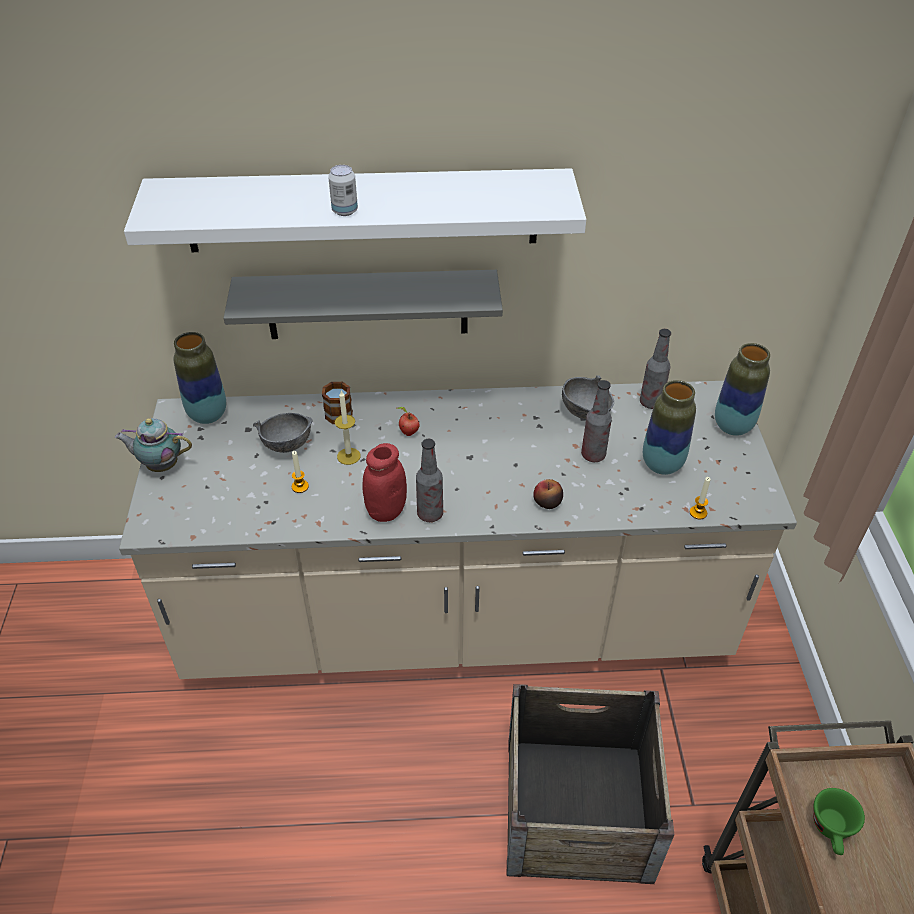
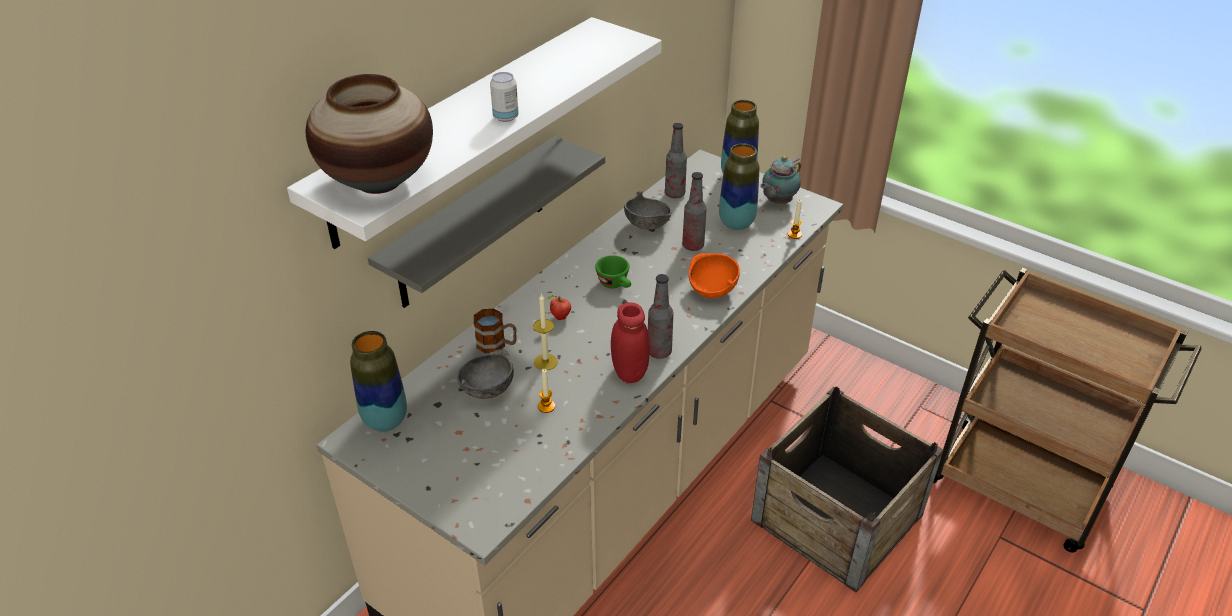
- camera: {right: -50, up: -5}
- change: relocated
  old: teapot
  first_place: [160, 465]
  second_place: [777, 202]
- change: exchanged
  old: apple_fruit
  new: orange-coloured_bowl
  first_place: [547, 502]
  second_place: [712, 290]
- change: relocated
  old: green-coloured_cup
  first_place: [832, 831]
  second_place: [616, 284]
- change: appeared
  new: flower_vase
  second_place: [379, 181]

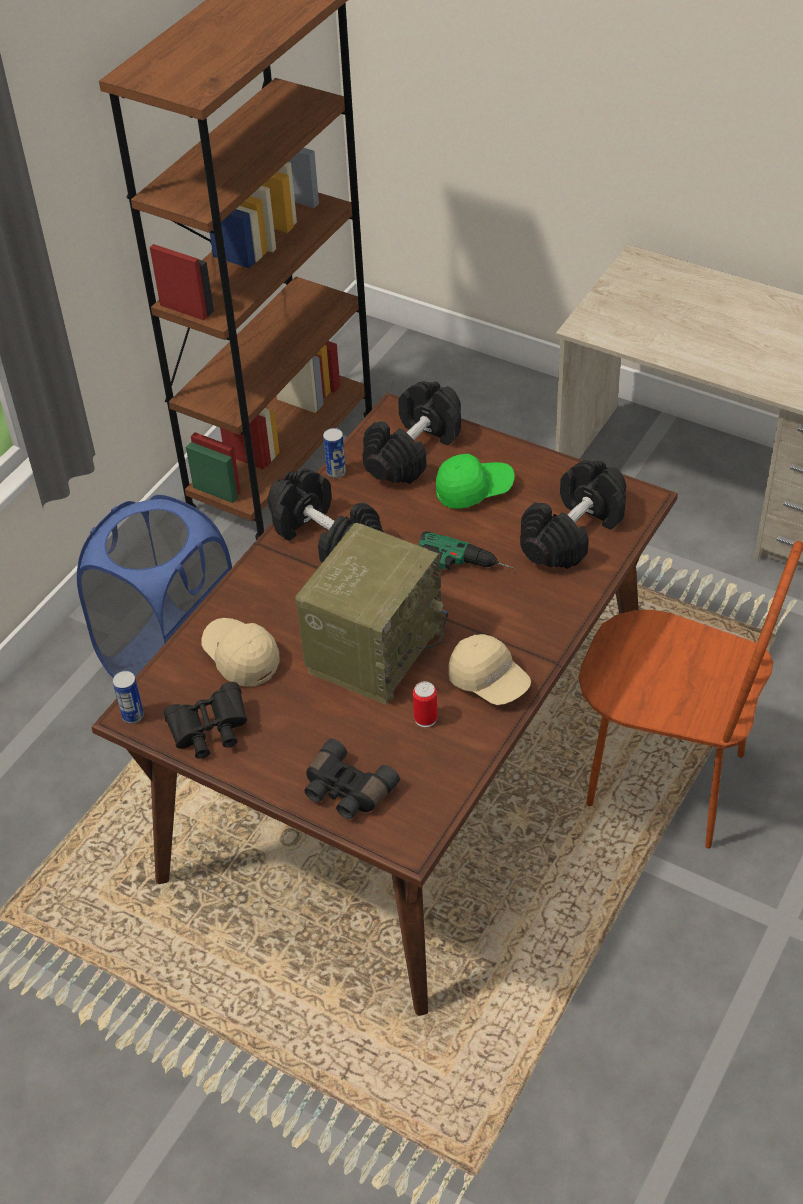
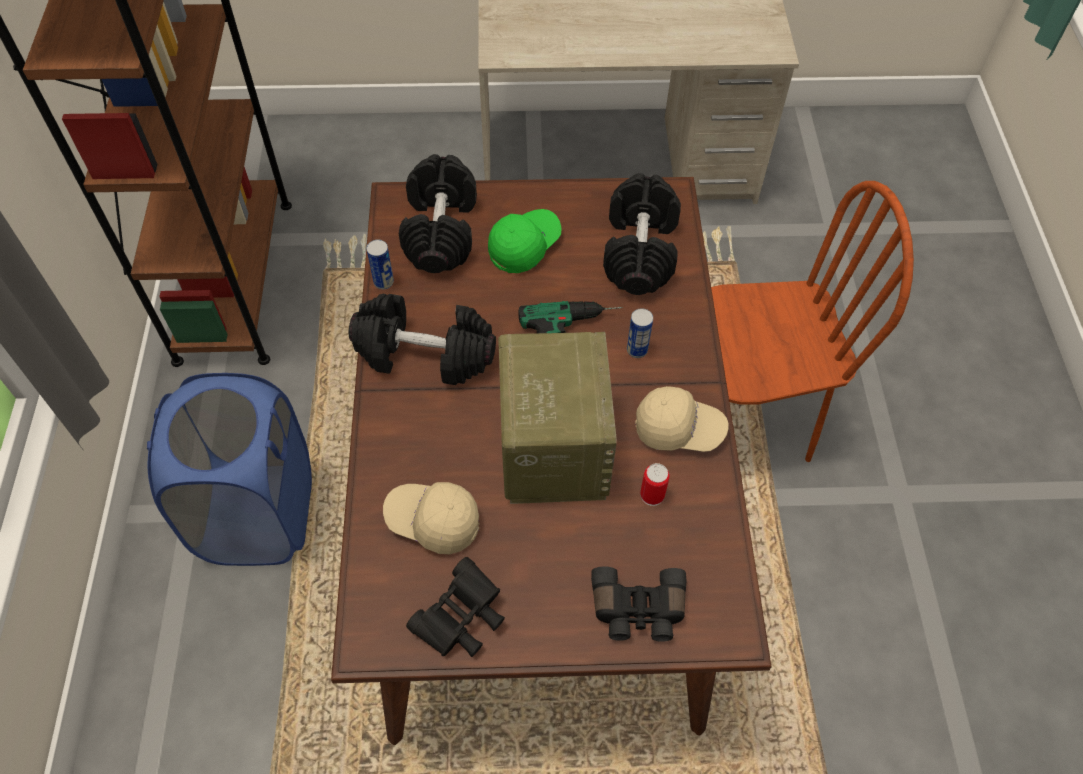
- camera: {right: -35, up: 10}
- change: relocated
  old: sealed_can
  first_place: [133, 716]
  second_place: [637, 350]

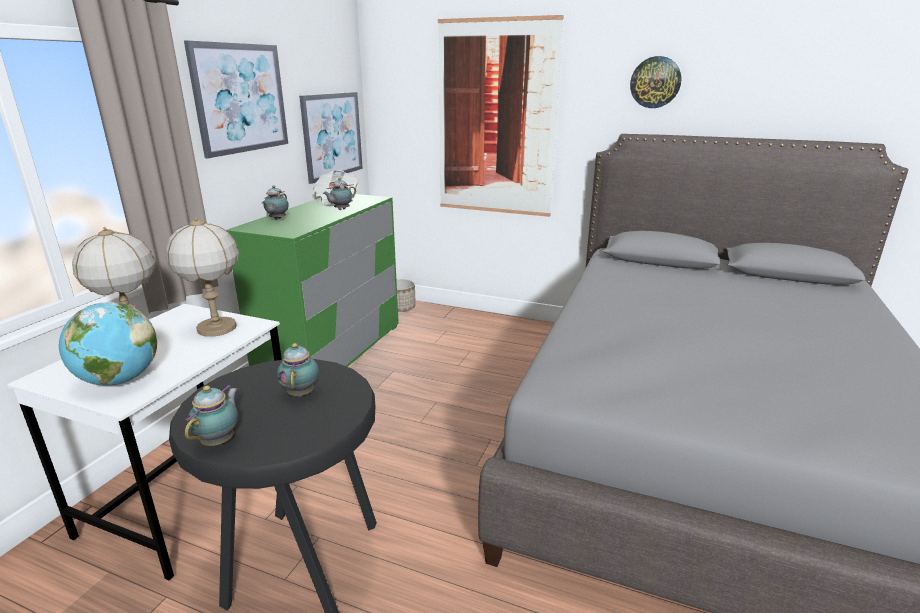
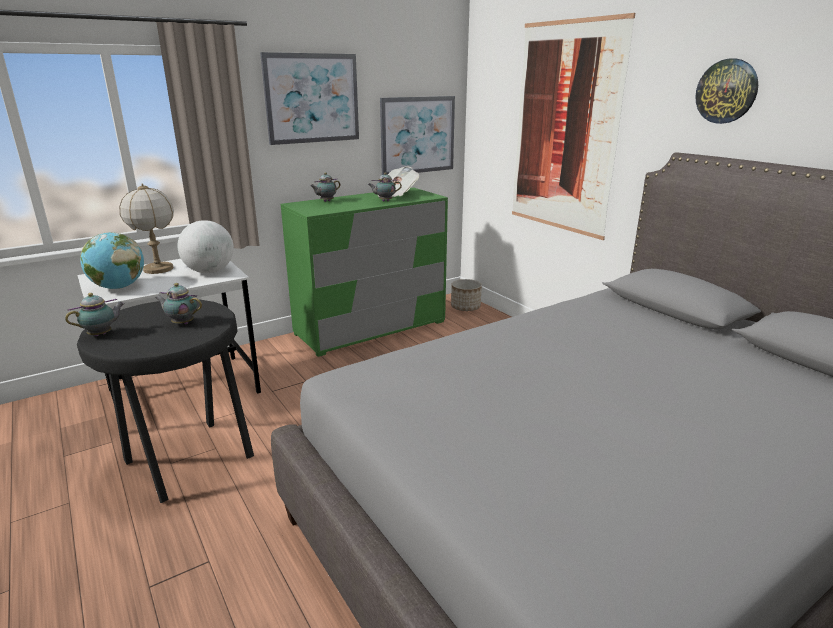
- camera: {right: 35, up: 0}
- change: exchanged
  old: table_lamp
  new: desk_globe
  first_place: [216, 328]
  second_place: [209, 271]
- change: spun
  old: teapot
  first_place: [301, 392]
  second_place: [182, 323]
  degrees: -105

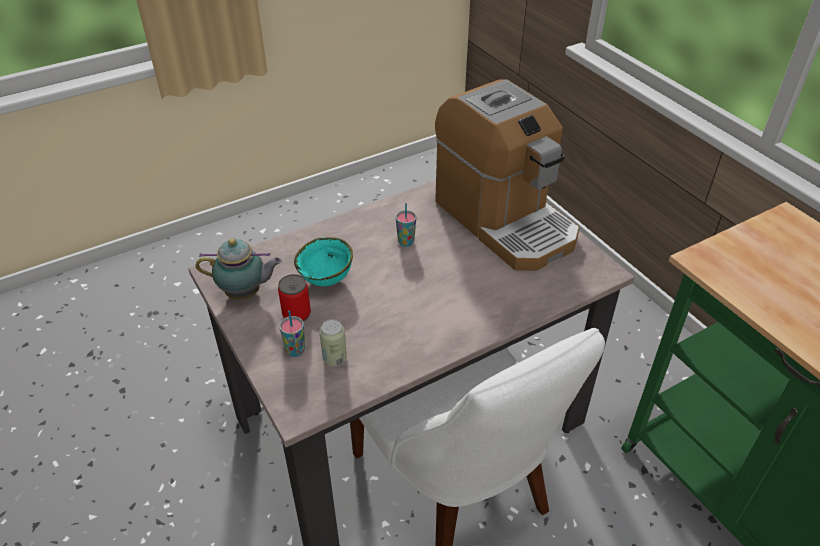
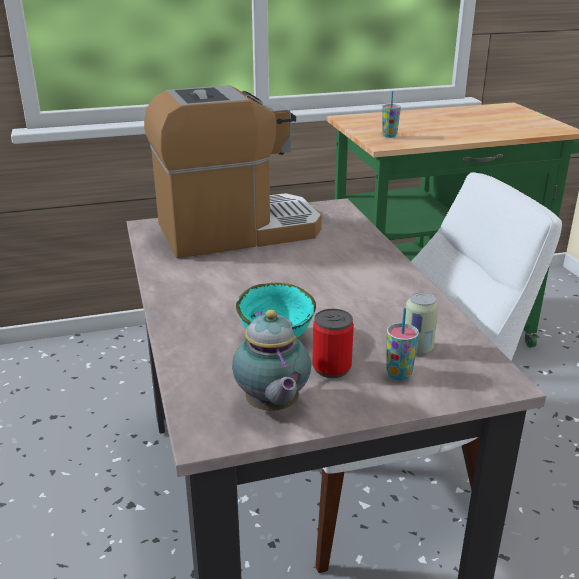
- camera: {right: -75, up: -15}
- change: spun
  old: teapot
  first_place: [246, 294]
  second_place: [272, 407]
  degrees: 150
- change: relocated
  old: cup
  first_place: [406, 242]
  second_place: [389, 136]

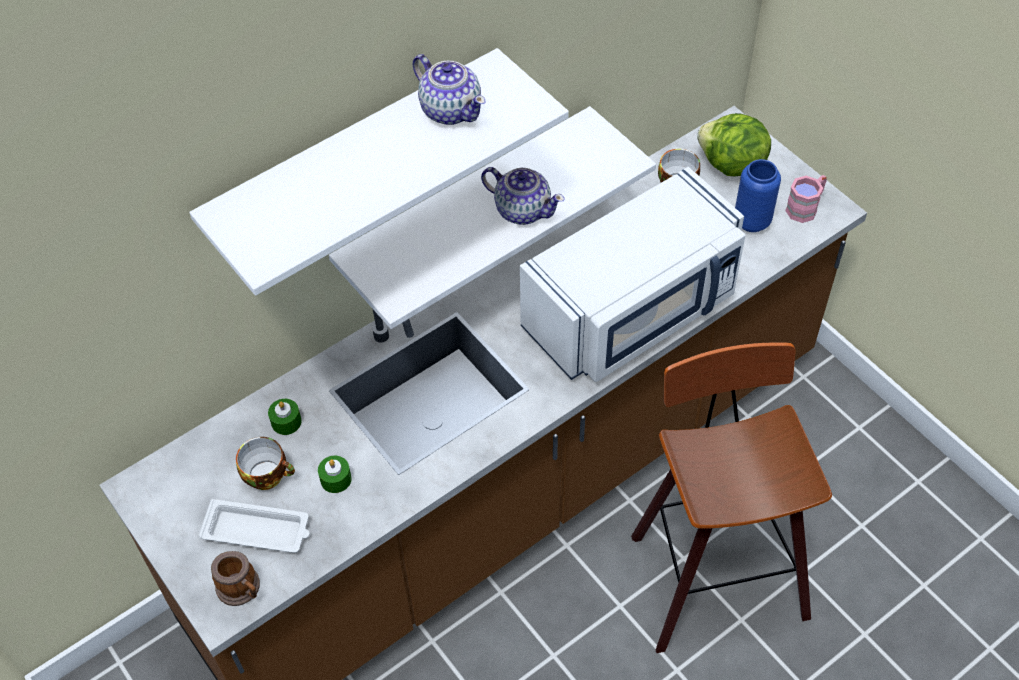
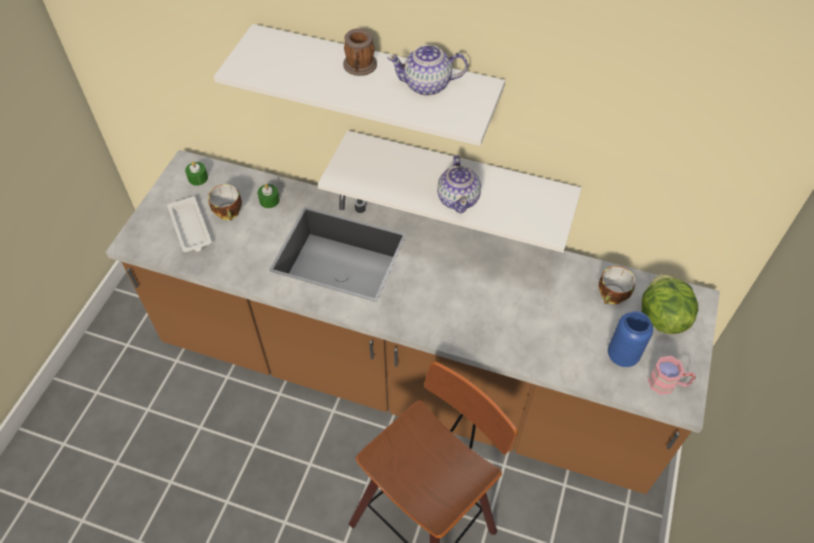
- camera: {right: 55, up: 0}
- change: relocated
  old: coffee_mug
  first_place: [242, 589]
  second_place: [359, 68]
- change: relocated
  old: green-coloured_wax_candle
  first_place: [336, 479]
  second_place: [198, 178]
- change: spun
  old: teapot
  first_place: [450, 109]
  second_place: [427, 85]
  degrees: 75
- change: missing
  old: whitish_microwave
  first_place: [633, 312]

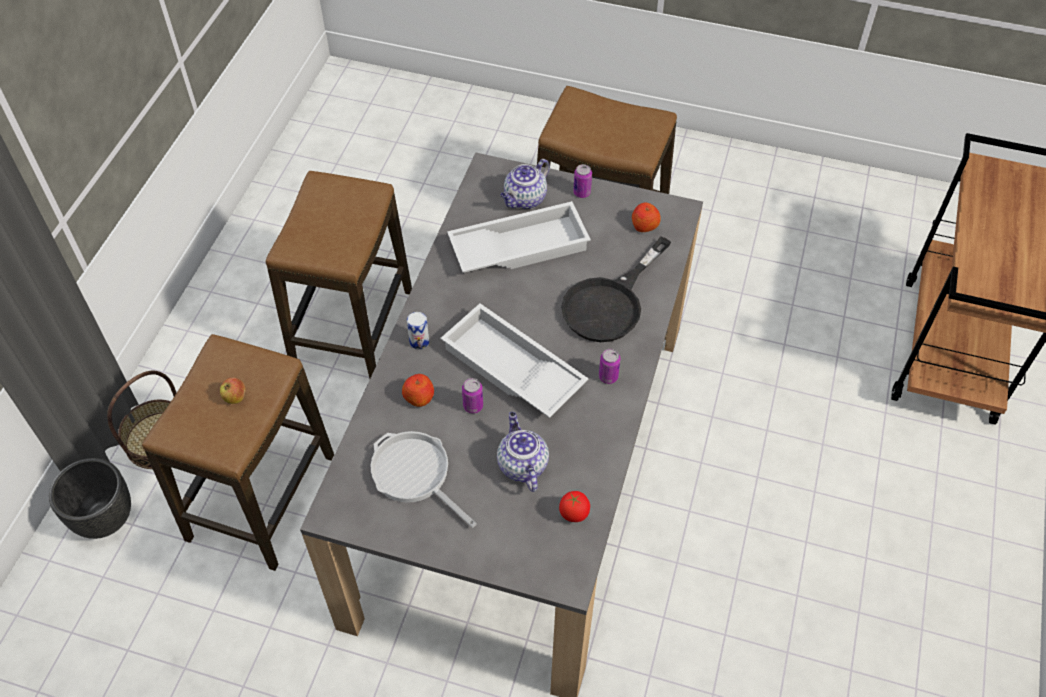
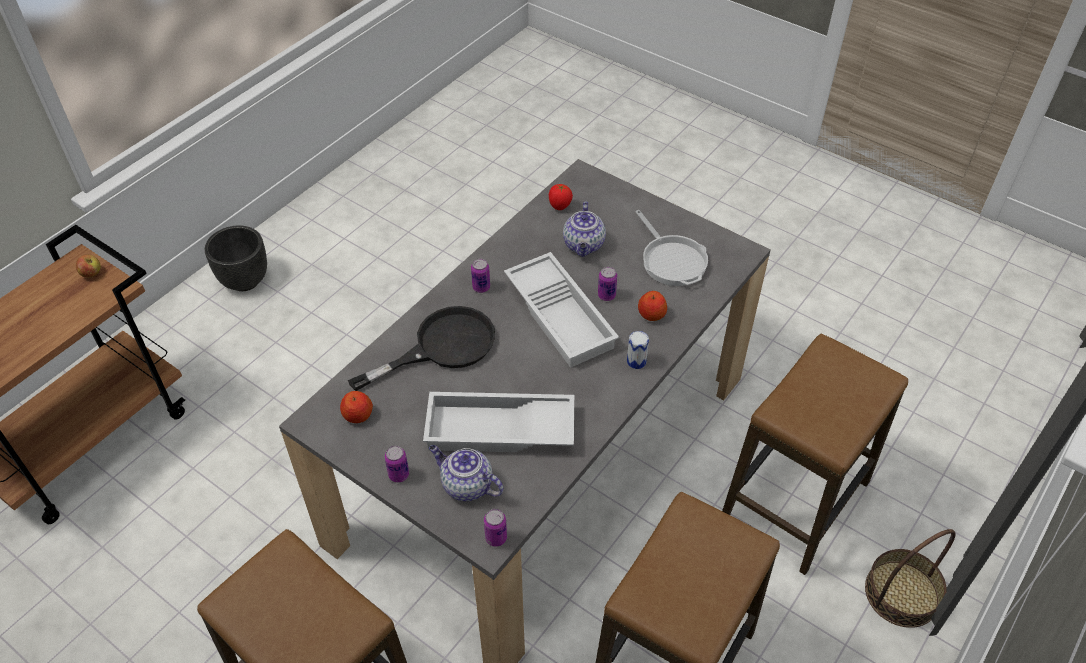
- camera: {right: -160, up: -5}
- change: relocated
  old: black_plant_pot
  first_place: [106, 519]
  second_place: [244, 281]
- change: relocated
  old: apple_fruit
  first_place: [235, 397]
  second_place: [92, 273]
- change: spun
  old: teapot
  first_place: [525, 200]
  second_place: [466, 485]
  degrees: -120
- change: appeared
  new: sealed_can
  second_place: [496, 538]

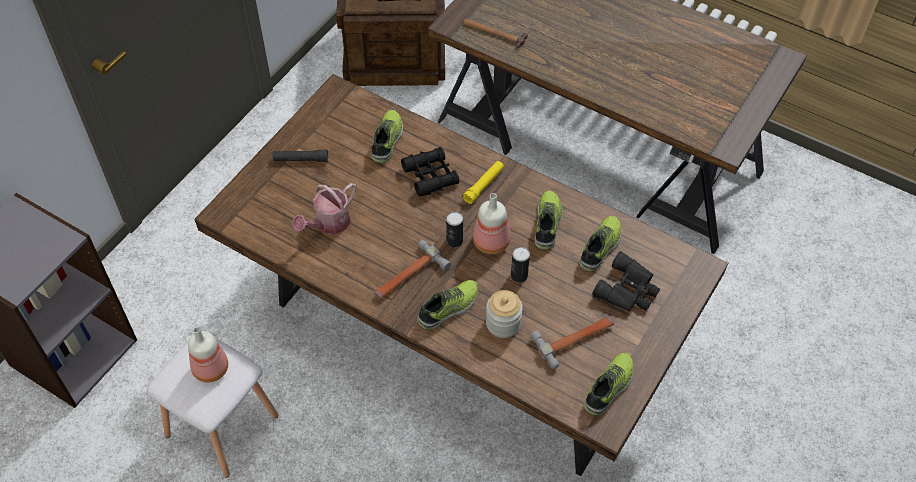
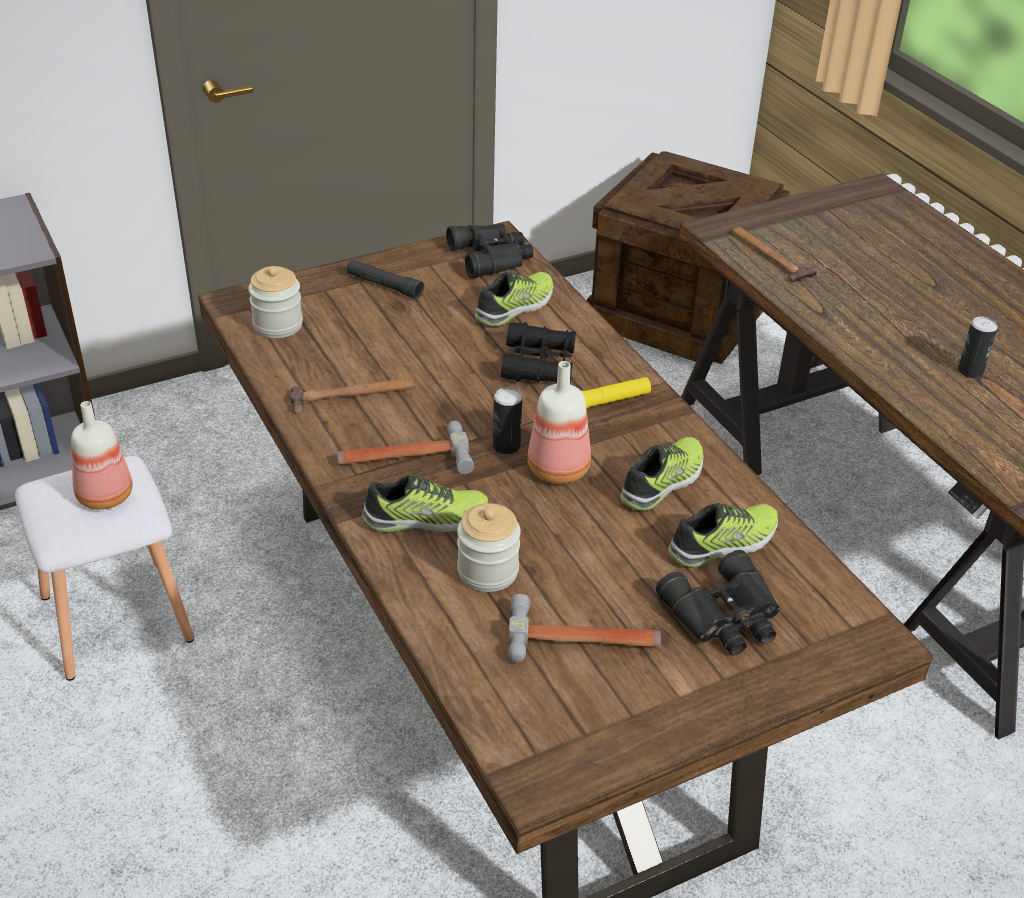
- camera: {right: 30, up: -15}
- change: missing
  old: watering_can
  first_place: [329, 223]
- change: relocated
  old: sealed_can
  first_place: [519, 275]
  second_place: [970, 371]
- change: missing
  old: low_shoe
  first_place: [609, 387]
- change: appeared
  new: preserve_jar
  second_place: [278, 325]
- change: appeared
  new: hand_hammer
  second_place: [352, 395]
- change: appeared
  new: black_field_glasses
  second_place: [493, 257]

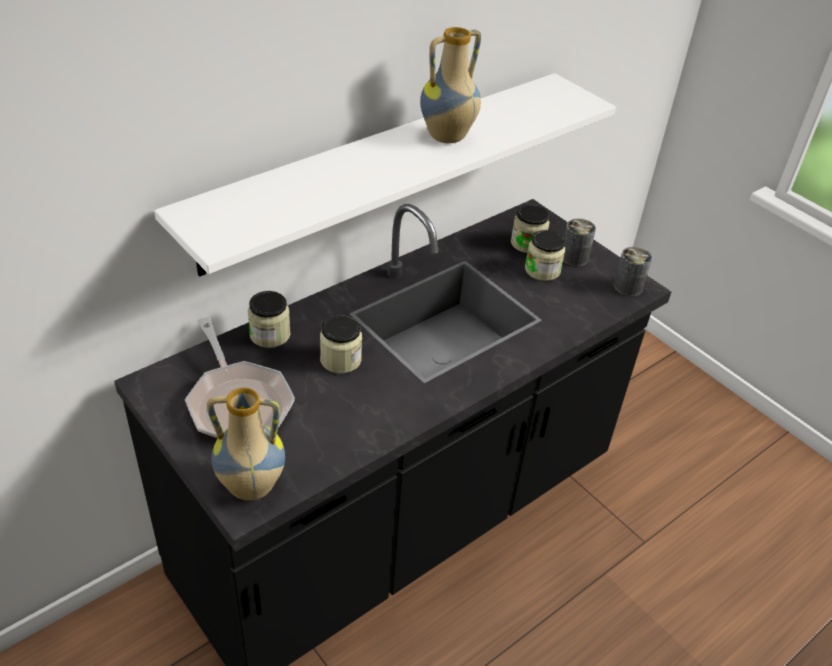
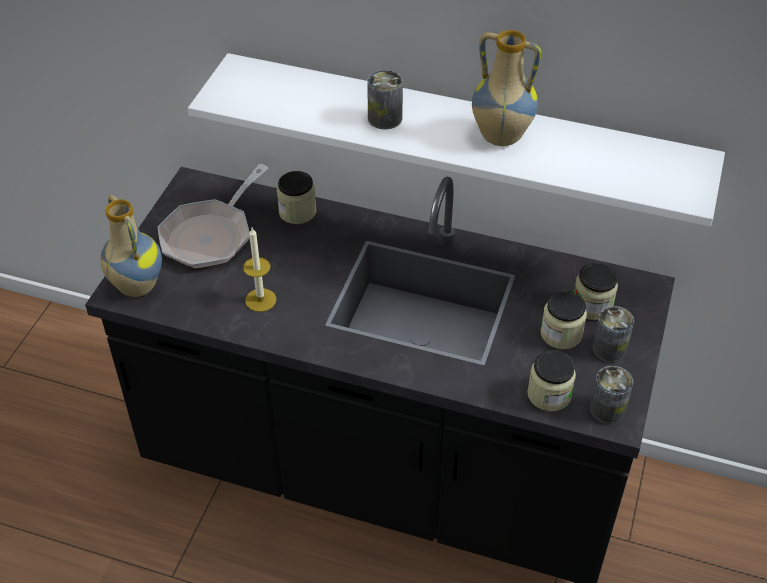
- camera: {right: 60, up: 5}
- change: relocated
  old: preserve_jar
  first_place: [340, 360]
  second_place: [549, 394]
- change: appeared
  new: wax_candle
  second_place: [260, 300]
- change: appeared
  new: sealed_can
  second_place: [385, 118]

